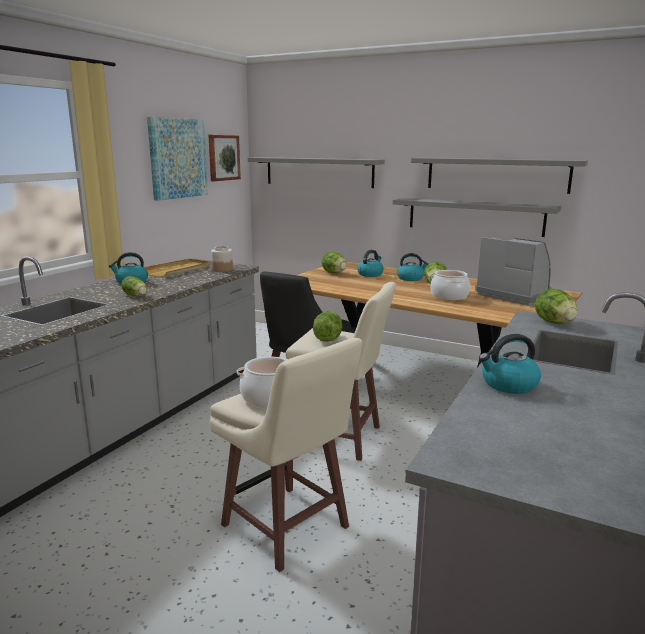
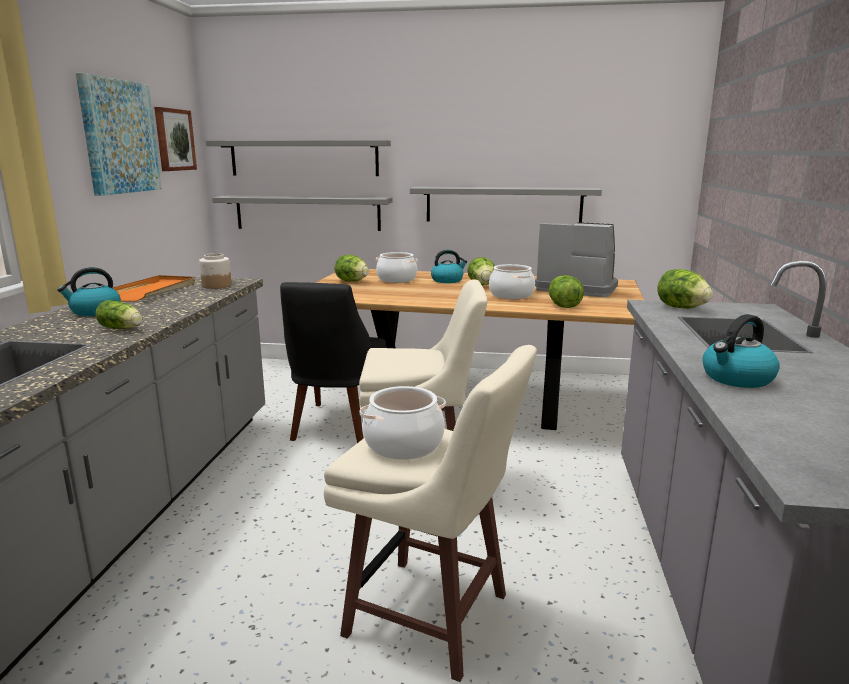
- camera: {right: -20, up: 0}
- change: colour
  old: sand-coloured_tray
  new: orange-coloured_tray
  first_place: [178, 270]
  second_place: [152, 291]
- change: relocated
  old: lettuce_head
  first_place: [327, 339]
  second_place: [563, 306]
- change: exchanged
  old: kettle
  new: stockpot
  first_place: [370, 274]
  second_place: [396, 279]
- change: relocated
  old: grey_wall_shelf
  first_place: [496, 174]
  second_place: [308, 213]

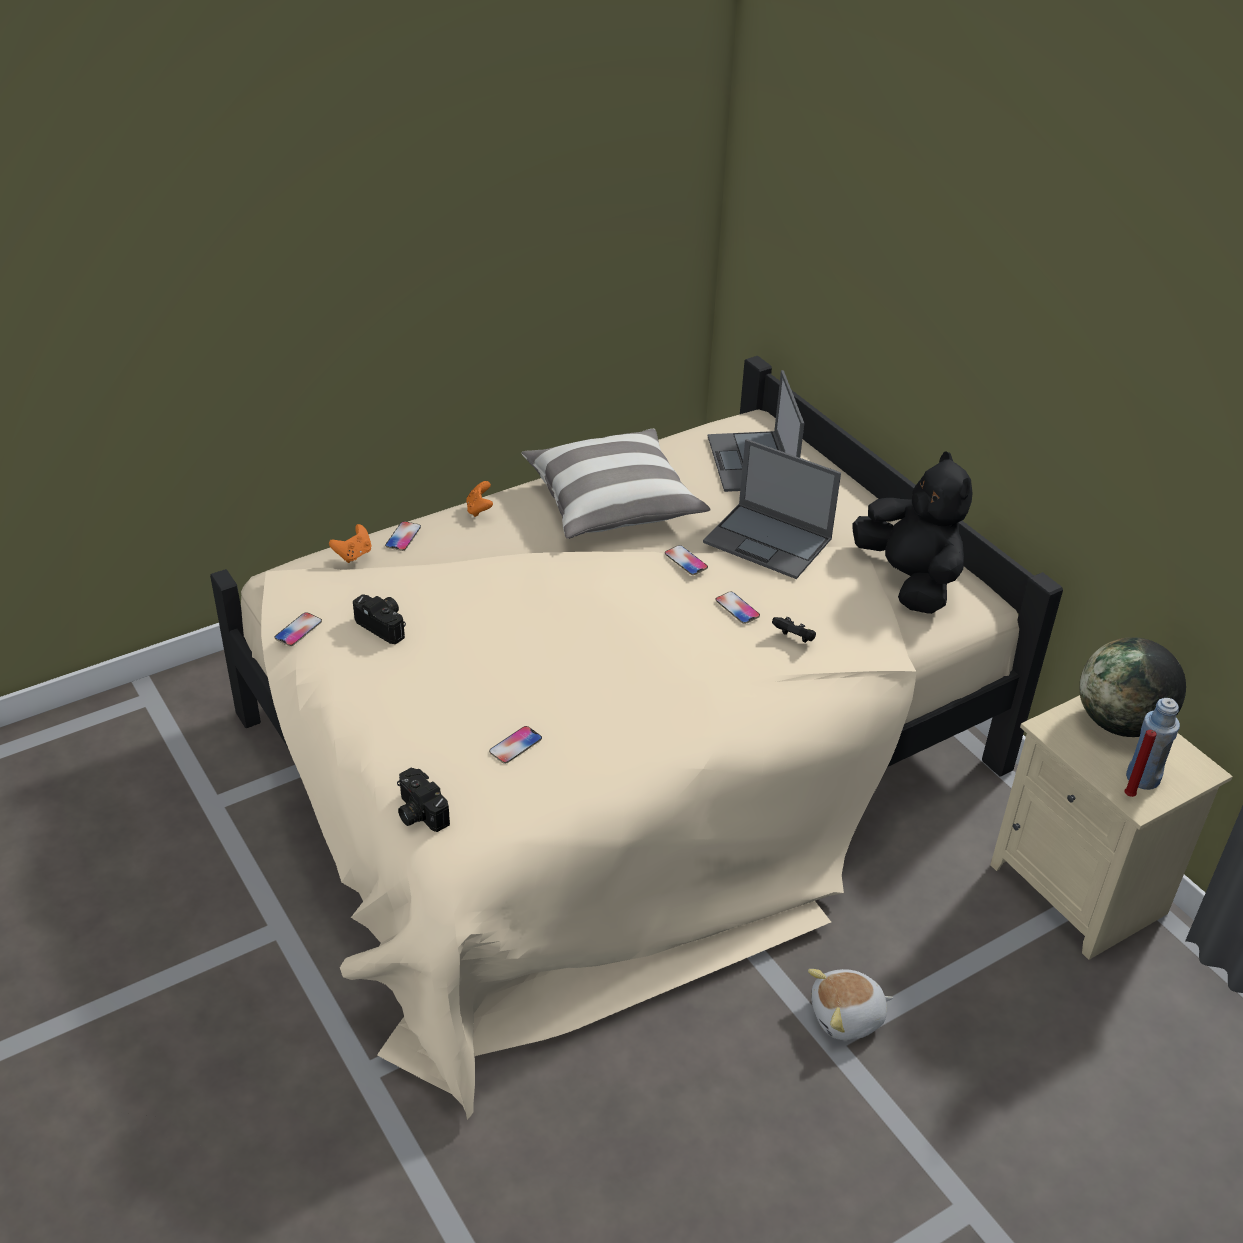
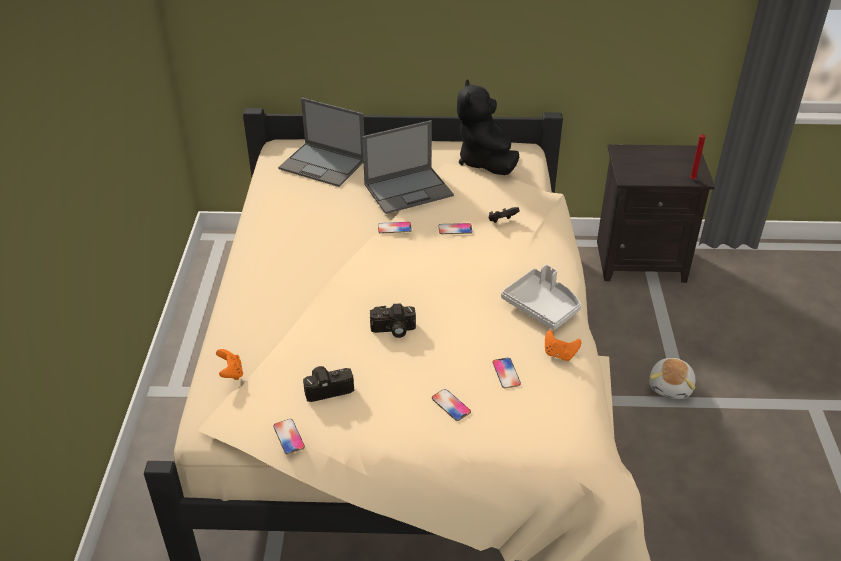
- camera: {right: -55, up: 0}
- change: relocated
  old: telephone
  first_place: [403, 537]
  second_place: [451, 405]
- change: relocated
  old: photo_camera
  first_place: [418, 812]
  second_place: [393, 330]
- change: relocated
  old: orange-coloured_gamepad
  first_place: [479, 509]
  second_place: [559, 354]
- change: missing
  old: throw_pillow
  first_place: [612, 504]
- change: spun
  old: black_soft_toy
  first_place: [909, 580]
  second_place: [485, 162]
  degrees: -105
- change: colour
  old: sand-coloured_nightstand
  new: black_nightstand
  first_place: [1081, 889]
  second_place: [641, 260]
- change: missing
  old: desk_globe
  first_place: [1120, 723]
- change: missing
  old: blue-coloured_drink_bottle
  first_place: [1142, 778]
- change: appeared
  new: grey_tray
  second_place: [542, 306]

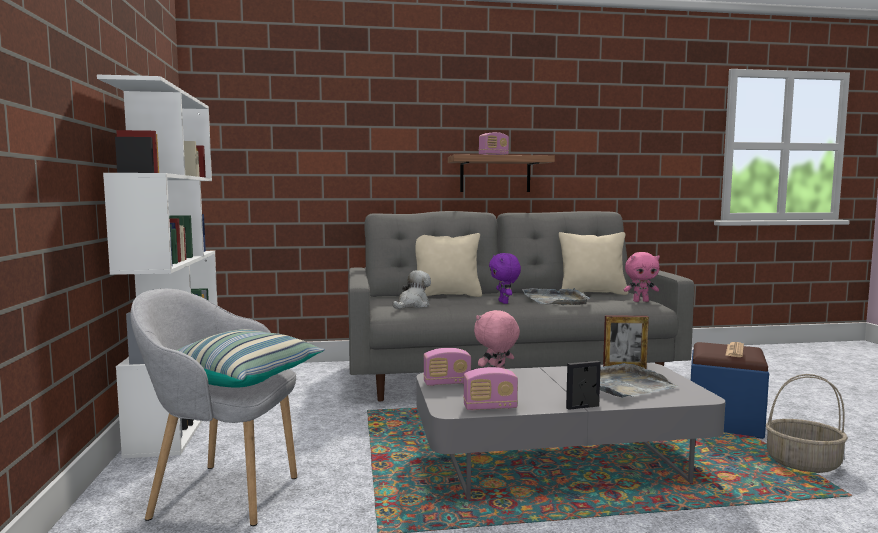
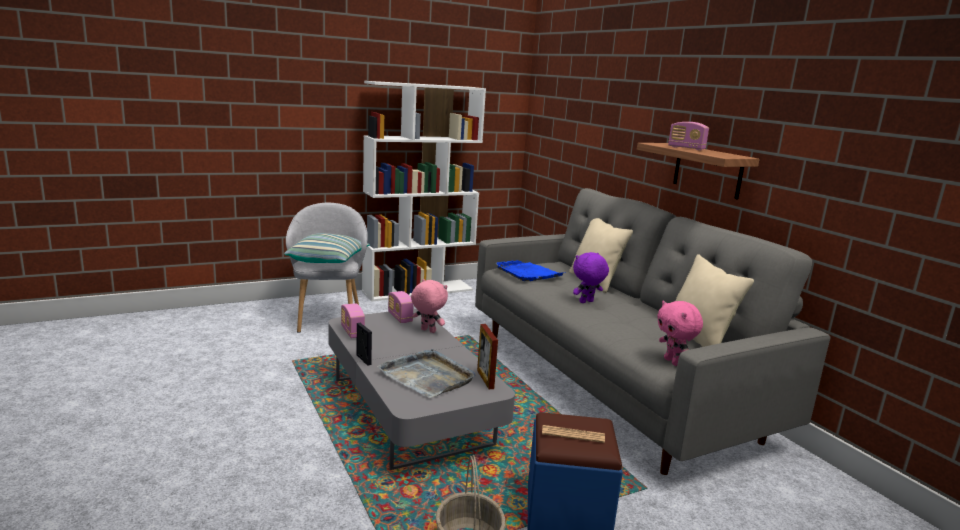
- camera: {right: 70, up: 10}
- change: exchanged
  old: soft_toy
  new: blue-coloured_tray
  first_place: [412, 305]
  second_place: [528, 273]
- change: missing
  old: grey_tray
  first_place: [556, 300]

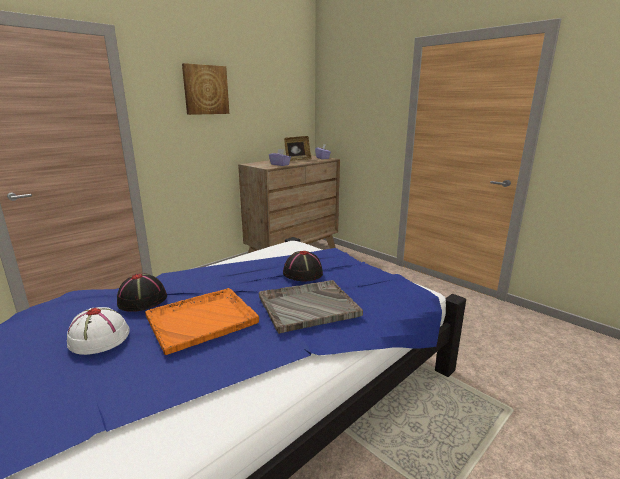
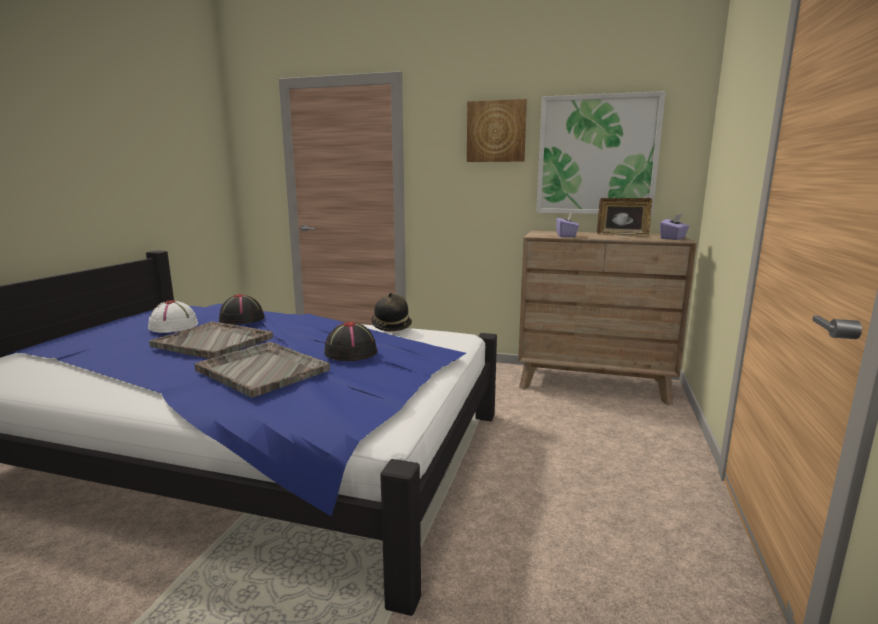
- camera: {right: 60, up: -5}
- change: colour
  old: orange-coloured_tray
  new: grey_tray
  first_place: [203, 319]
  second_place: [213, 342]
- change: appeared
  new: hat
  second_place: [391, 326]
- change: appeared
  new: picture
  second_place: [597, 155]

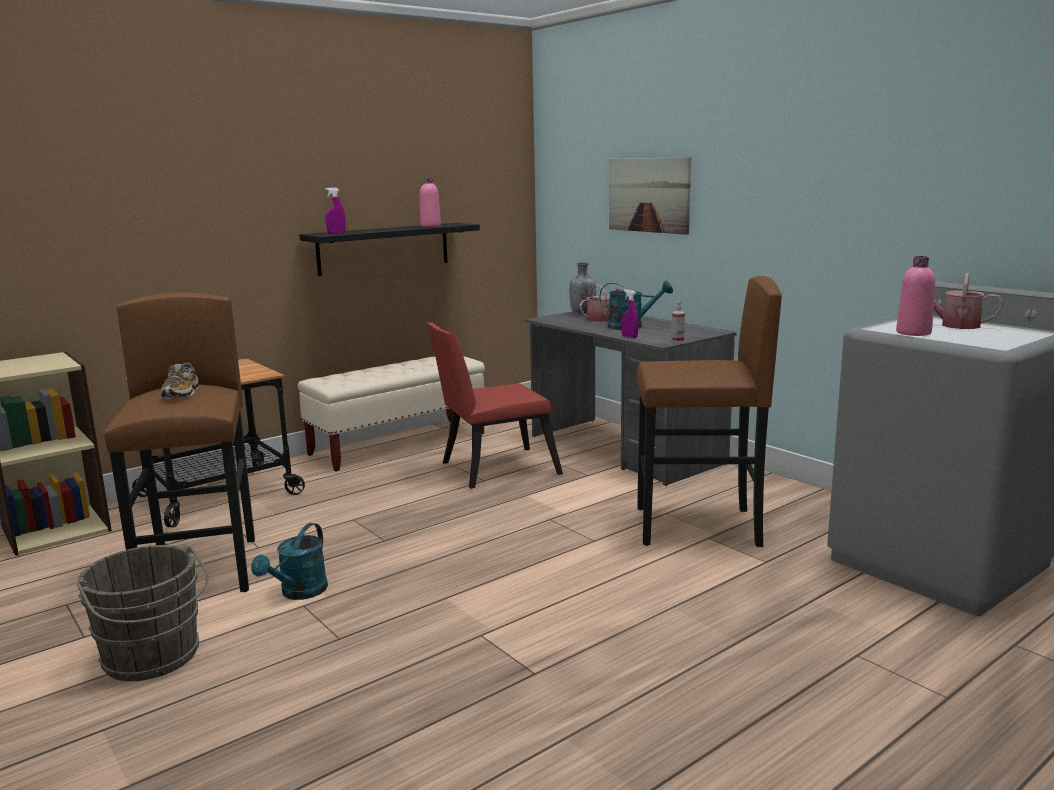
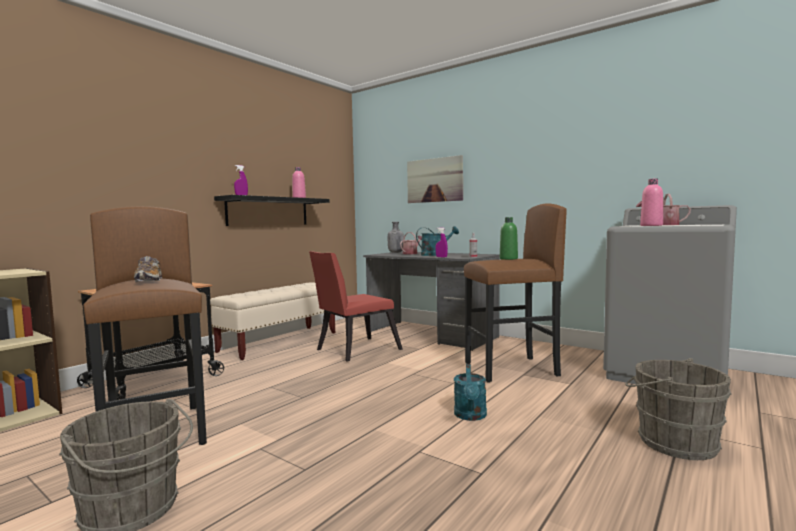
- camera: {right: -15, up: -10}
- change: relocated
  old: blue-green_watering_can
  first_place: [299, 593]
  second_place: [470, 416]
- change: appeared
  new: green-coloured_drink_bottle
  second_place: [508, 259]
- change: appeared
  new: grey_water_bucket
  second_place: [672, 441]

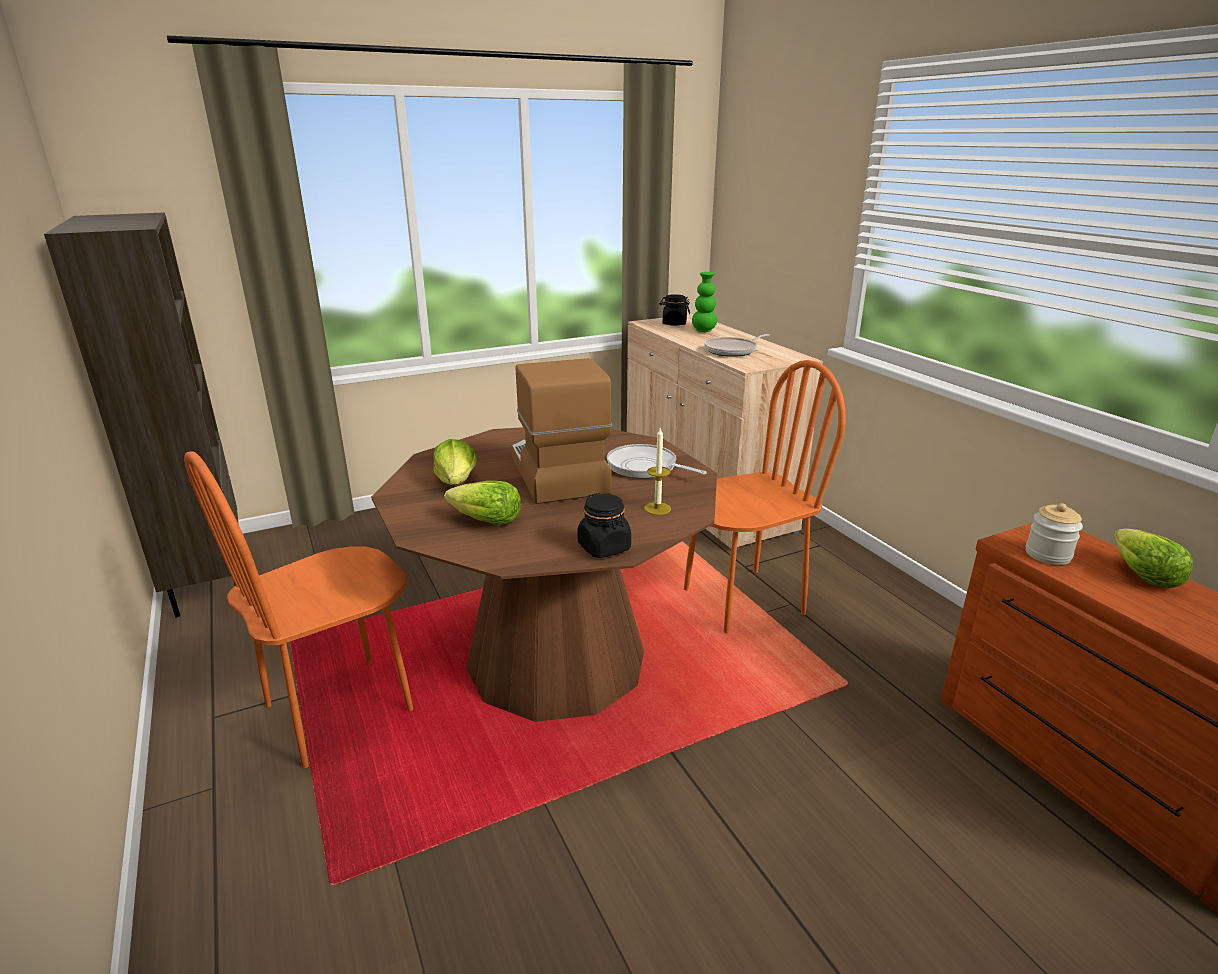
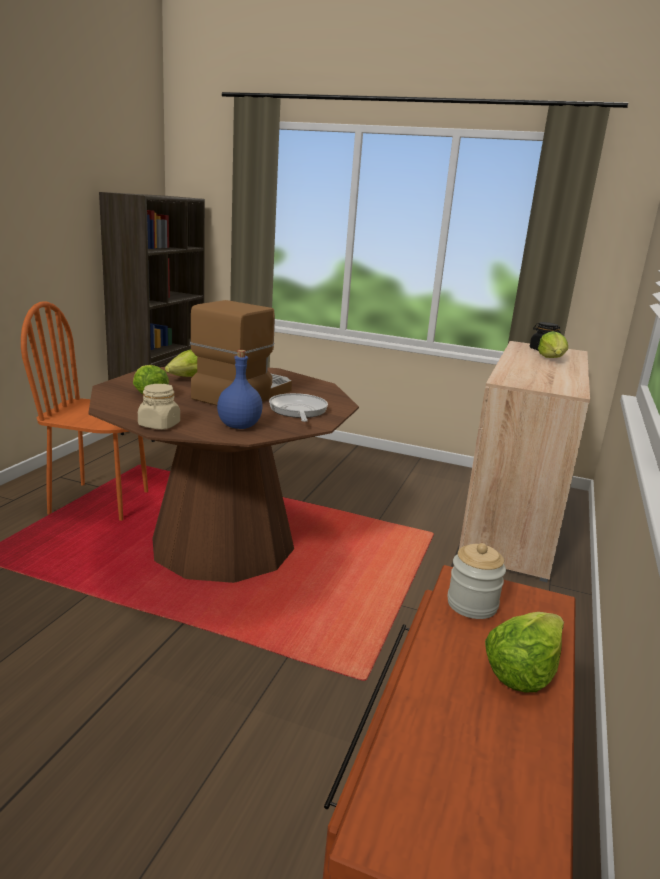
- camera: {right: 45, up: -5}
- change: colour
  old: black_preserve_jar
  new: sand-coloured_preserve_jar
  first_place: [604, 547]
  second_place: [159, 425]
- change: exchanged
  old: wax_candle
  new: blue-coloured_drink_bottle
  first_place: [657, 508]
  second_place: [238, 426]
- change: missing
  old: orange-coloured_chair
  first_place: [742, 601]
- change: exchanged
  old: green-coloured_flower_vase
  new: lettuce_head
  first_place: [703, 331]
  second_place: [552, 359]
- change: missing
  old: frying_pan
  first_place: [733, 351]

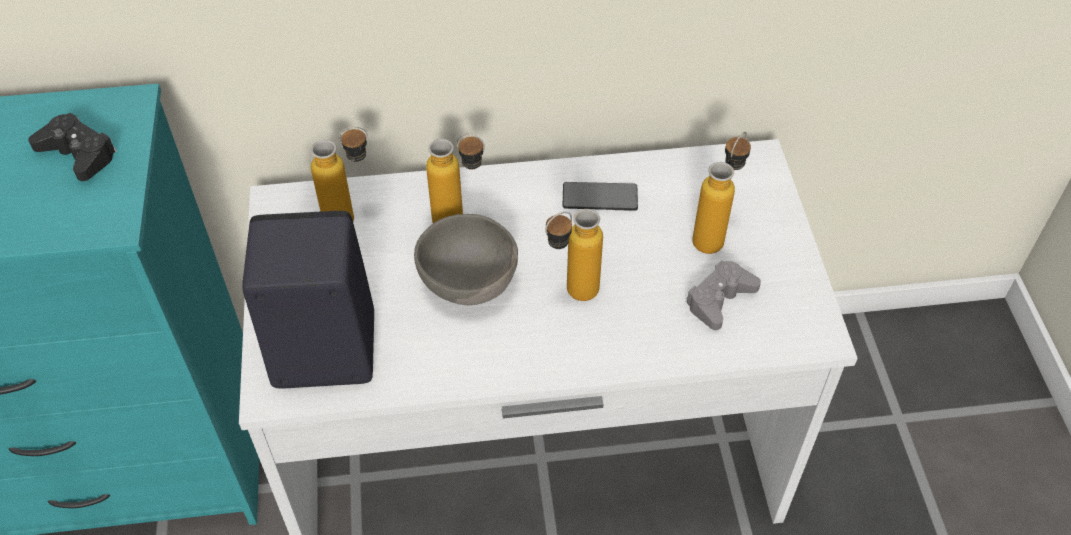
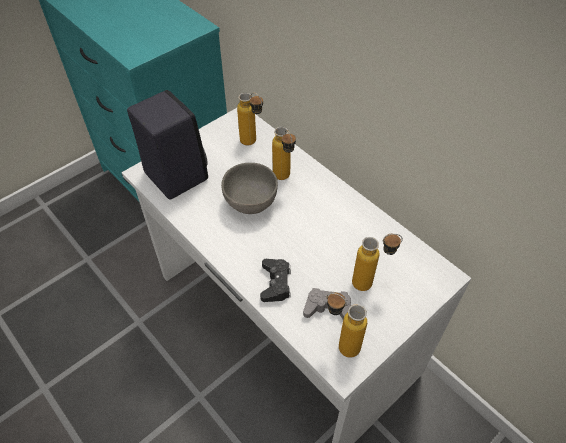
- camera: {right: 55, up: 0}
- change: relocated
  old: black_gamepad
  first_place: [78, 154]
  second_place: [276, 283]
- change: relocated
  old: drink_bottle
  first_place: [570, 295]
  second_place: [340, 344]
- change: missing
  old: telephone
  first_place: [600, 197]

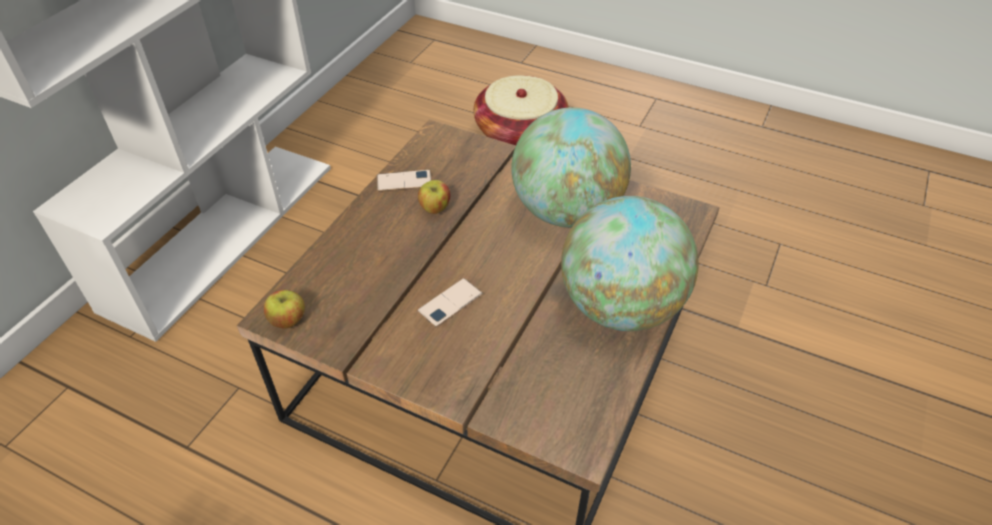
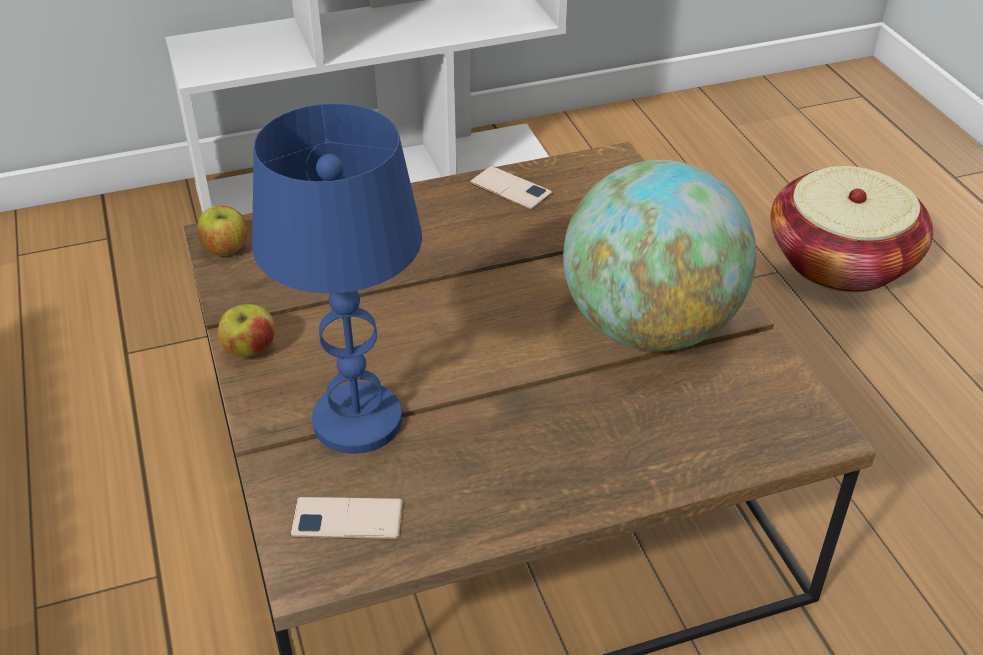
- camera: {right: 45, up: -5}
- change: relocated
  old: telephone
  first_place: [450, 303]
  second_place: [347, 519]
- change: relocated
  old: apple_fruit
  first_place: [435, 208]
  second_place: [250, 350]
- change: missing
  old: desk_globe
  first_place: [620, 307]
- change: appeared
  new: blue-coloured_table_lamp
  second_place: [358, 420]

